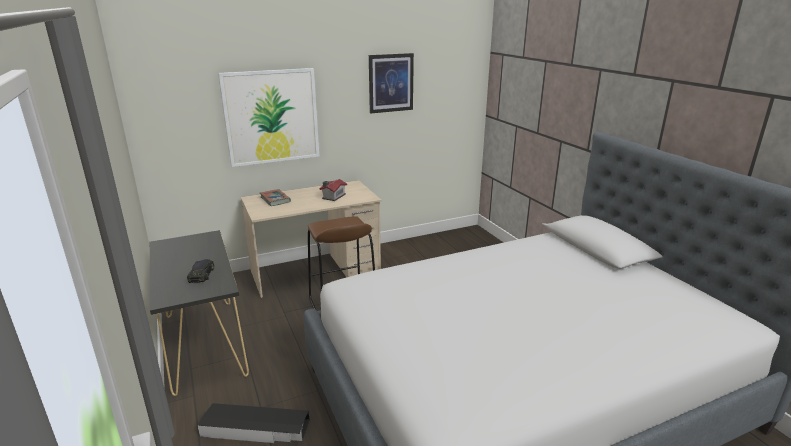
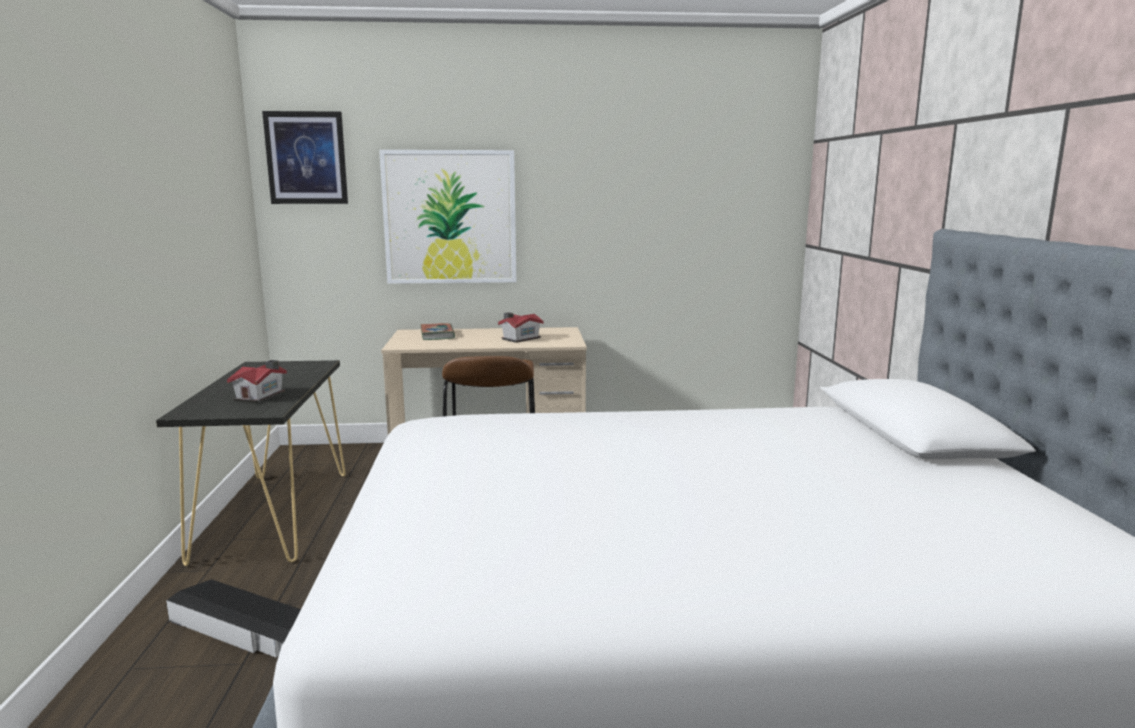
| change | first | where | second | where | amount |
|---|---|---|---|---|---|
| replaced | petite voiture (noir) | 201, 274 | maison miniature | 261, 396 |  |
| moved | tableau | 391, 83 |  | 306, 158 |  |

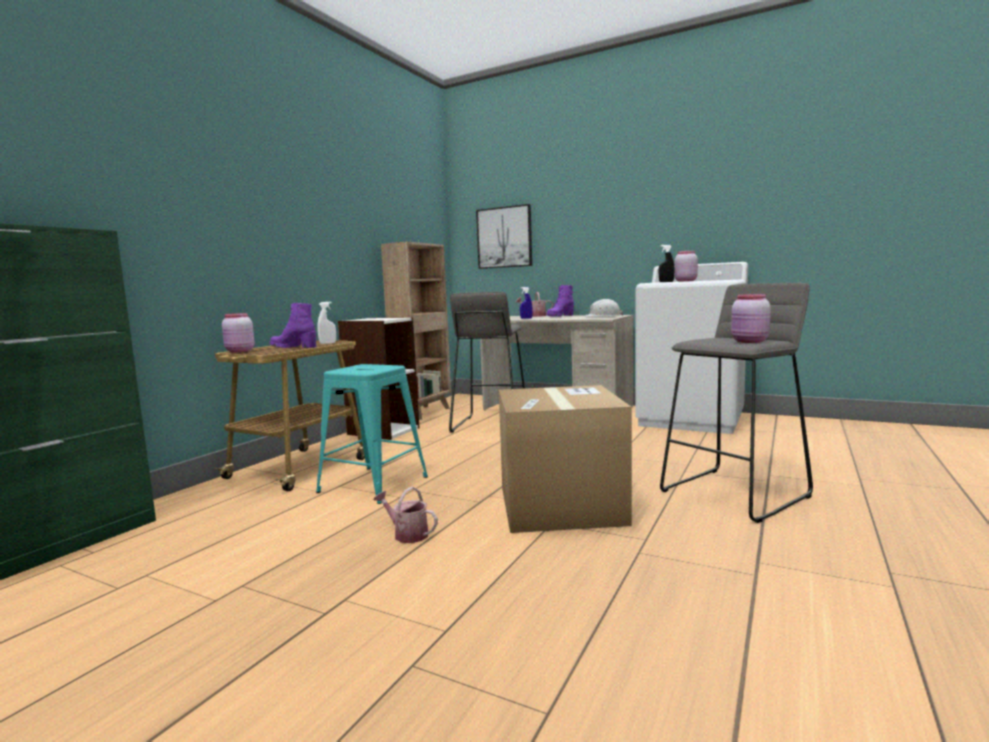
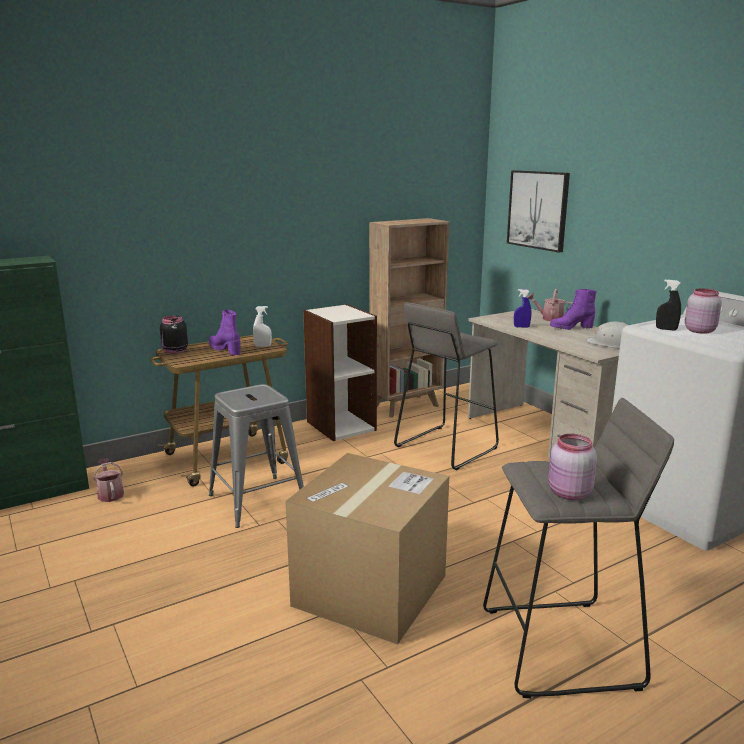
| change | first | where | second | where | amount |
|---|---|---|---|---|---|
| moved | arrosoir | 407, 534 |  | 110, 494 |  |
| recoloured | bocal (rose) | 239, 351 | bocal (noir) | 174, 351 |  |
| recoloured | tabouret (turquoise) | 374, 484 | tabouret (gris) | 258, 501 |  |

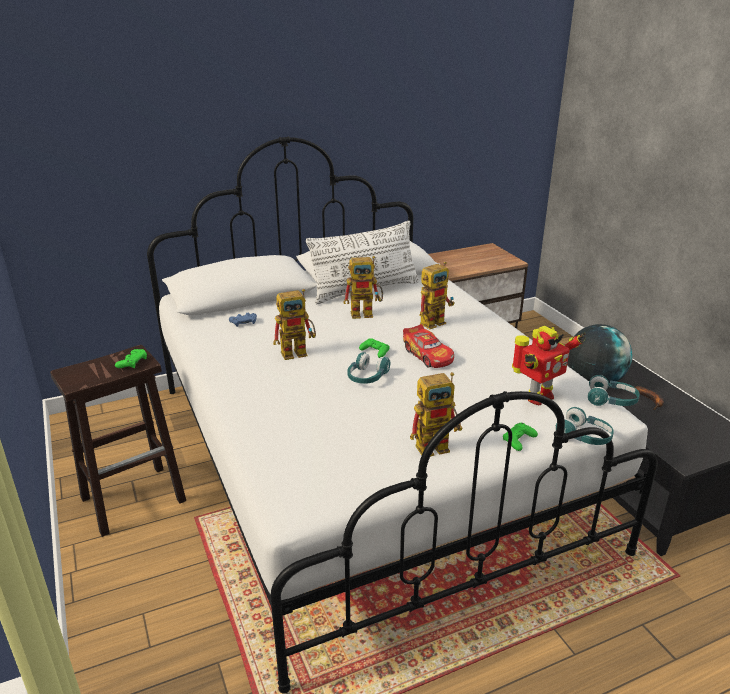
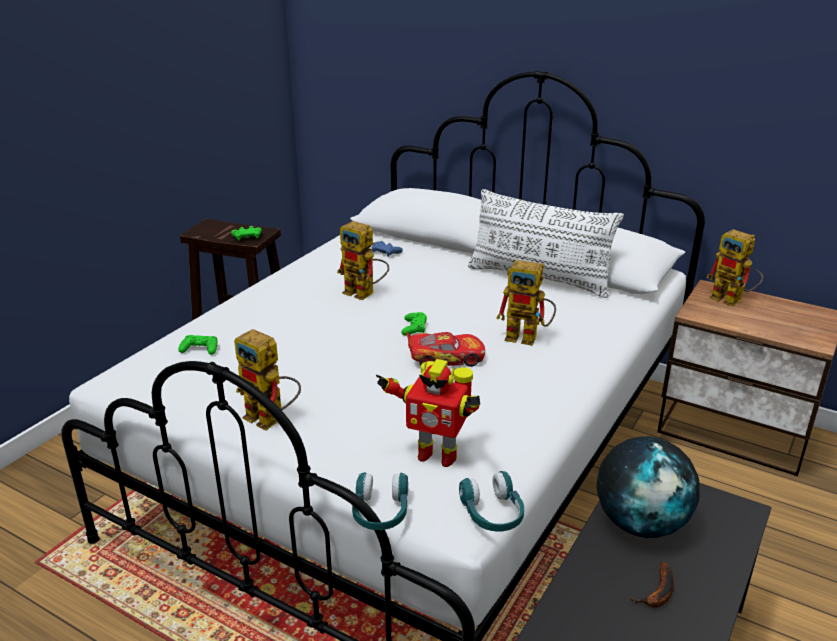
| change | first | where | second | where | amount |
|---|---|---|---|---|---|
| moved | manette (vert) | 518, 440 |  | 200, 349 |  |
| turned | petite voiture | 428, 355 |  | 445, 358 | 120 degrees counterclockwise |
| moved | robot jouet | 366, 313 |  | 732, 300 |  |
| removed | casque audio (turquoise) | 367, 377 |  |  |  |

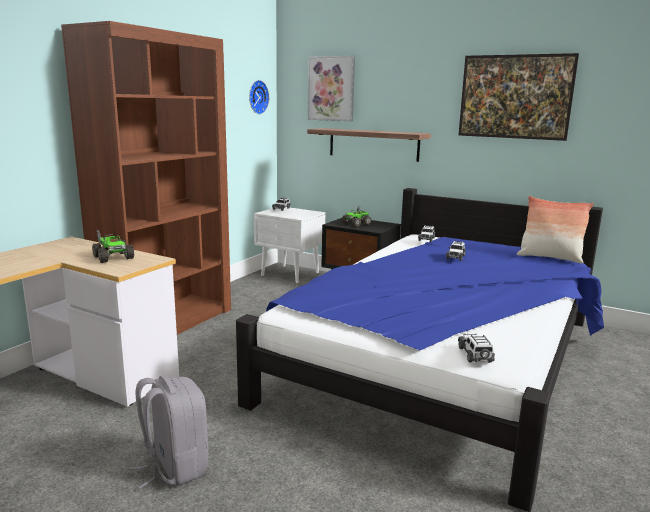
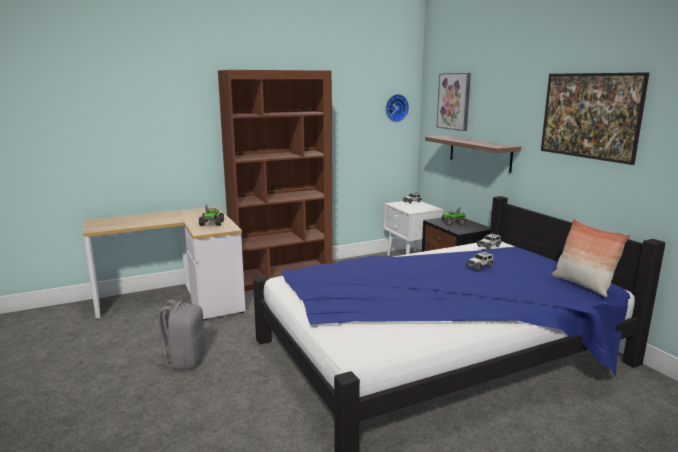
| change | first | where | second | where | amount |
|---|---|---|---|---|---|
| removed | petite voiture | 475, 355 |  |  |  |

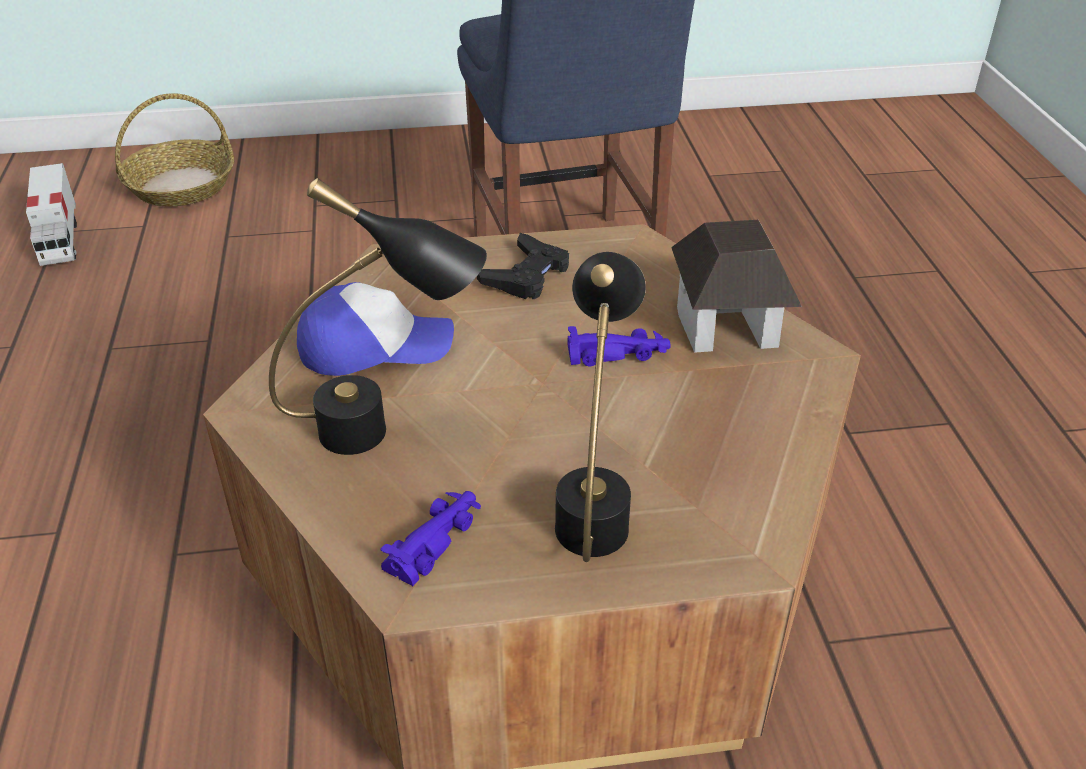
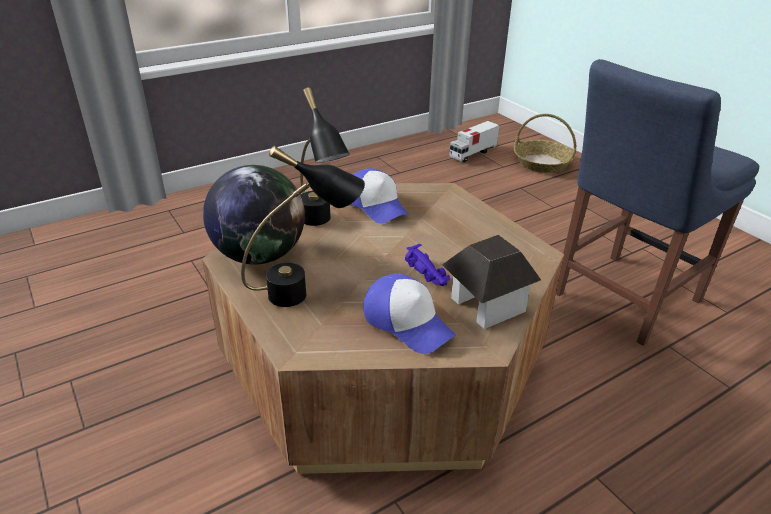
| change | first | where | second | where | amount |
|---|---|---|---|---|---|
| replaced | petite voiture (violet) | 435, 540 | globe | 259, 255 |  |
| added |  |  | casquette | 407, 322 |  |
| removed | manette (noir) | 526, 275 |  |  |  |

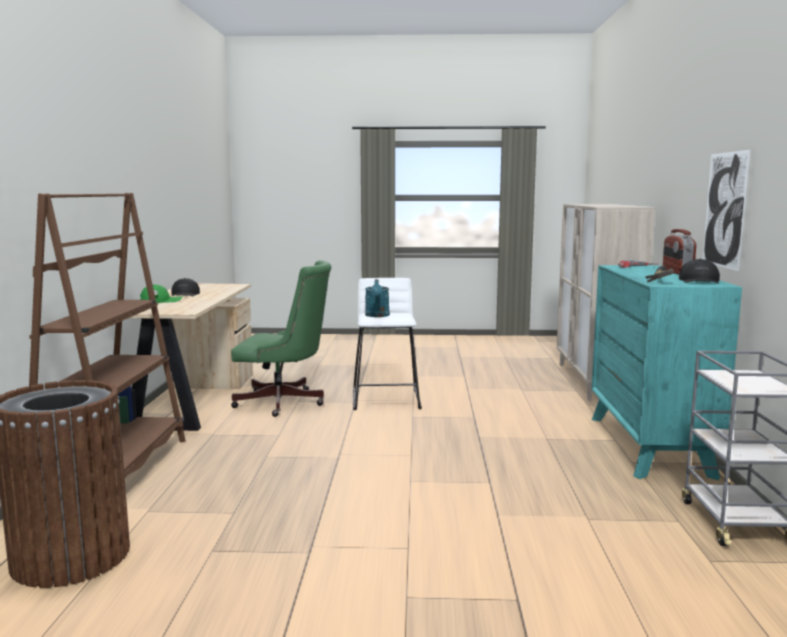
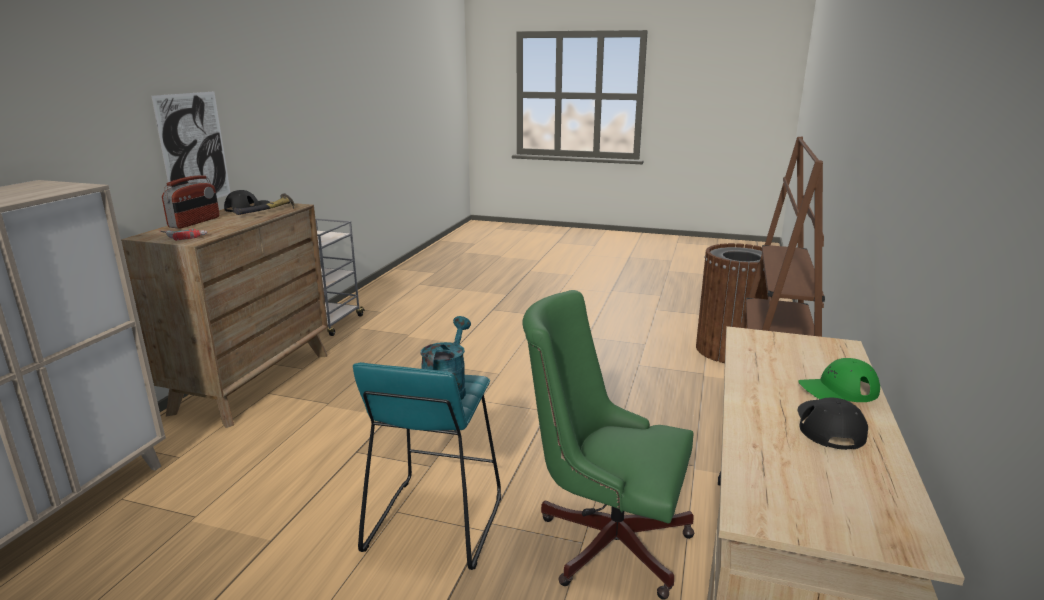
| change | first | where | second | where | amount |
|---|---|---|---|---|---|
| recoloured | commode (turquoise) | 649, 445 | commode (marron) | 253, 382 |  |
| recoloured | tabouret (blanc) | 387, 399 | tabouret (turquoise) | 434, 522 |  |

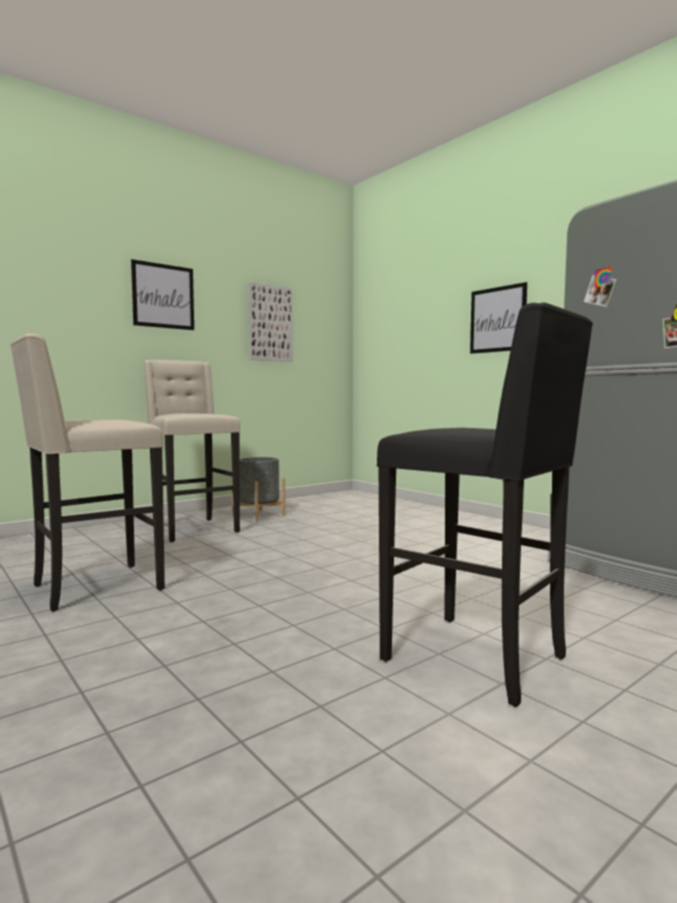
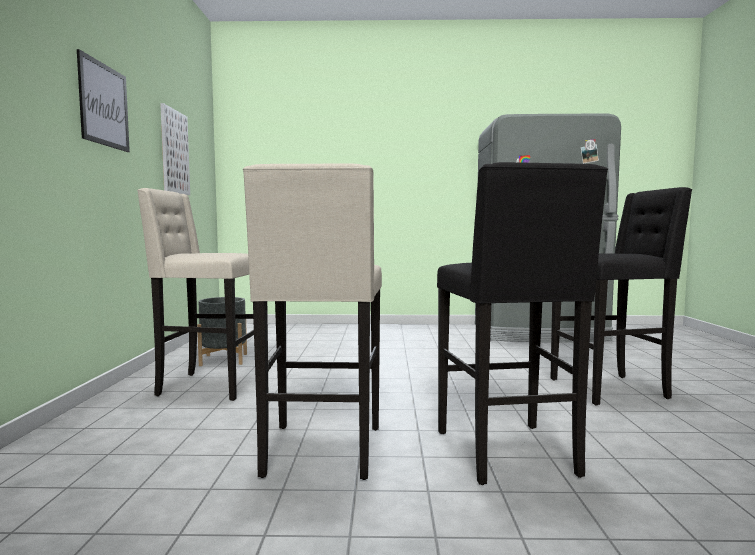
| change | first | where | second | where | amount |
|---|---|---|---|---|---|
| added |  |  | tabouret (noir) | 508, 454 |  |
| removed | tableau | 497, 319 |  |  |  |

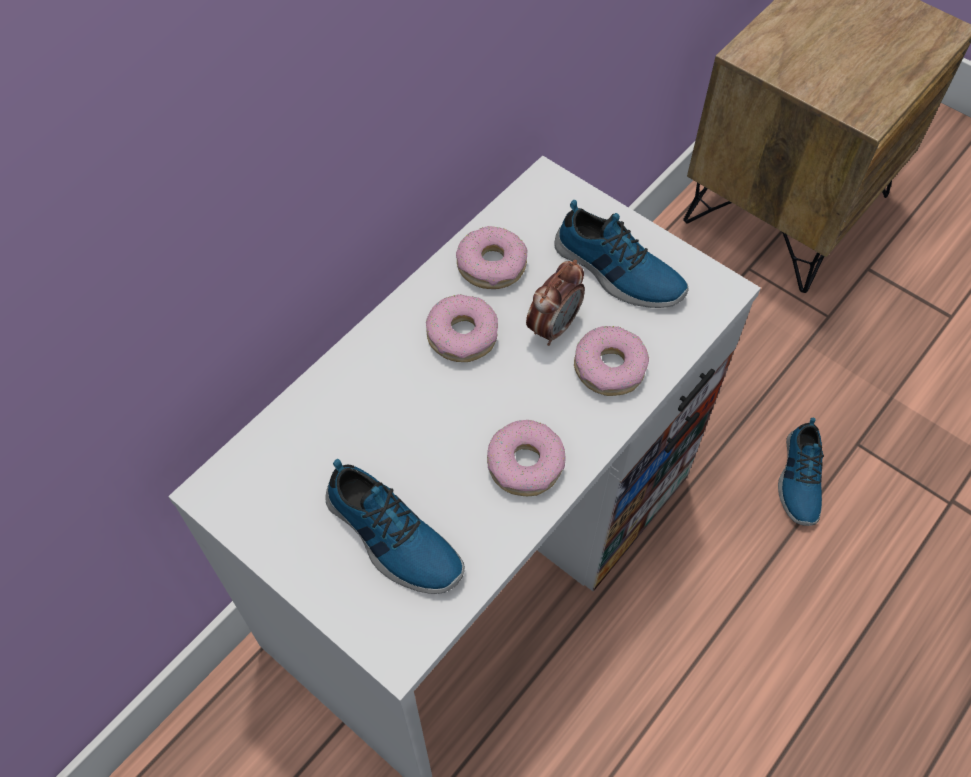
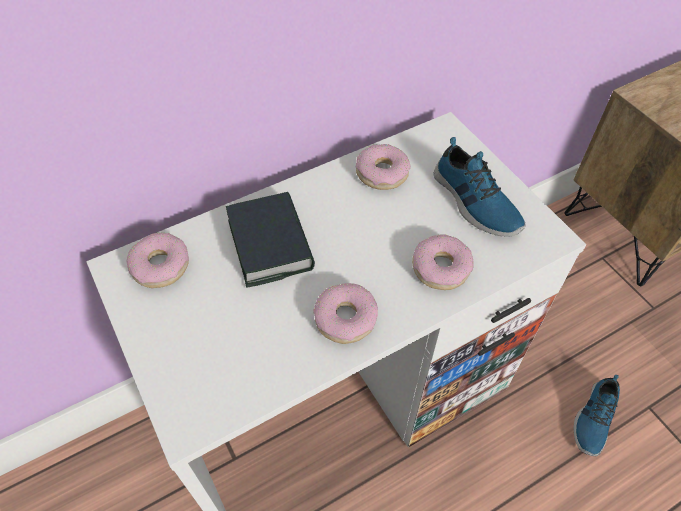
| change | first | where | second | where | amount |
|---|---|---|---|---|---|
| moved | beignet | 462, 335 |  | 160, 266 |  |
| added |  |  | livre | 270, 244 |  |
| removed | chaussure | 391, 538 |  |  |  |
| removed | réveil | 553, 327 |  |  |  |

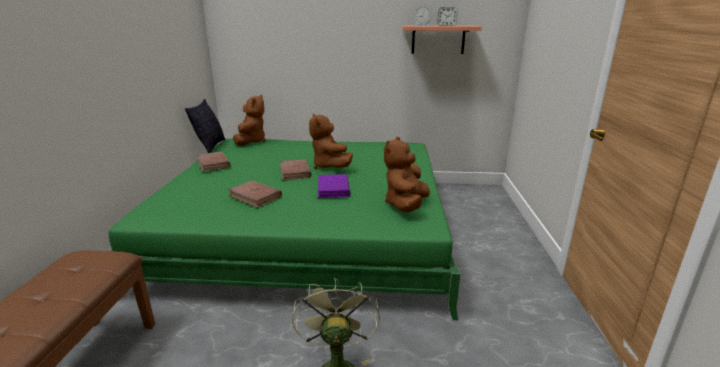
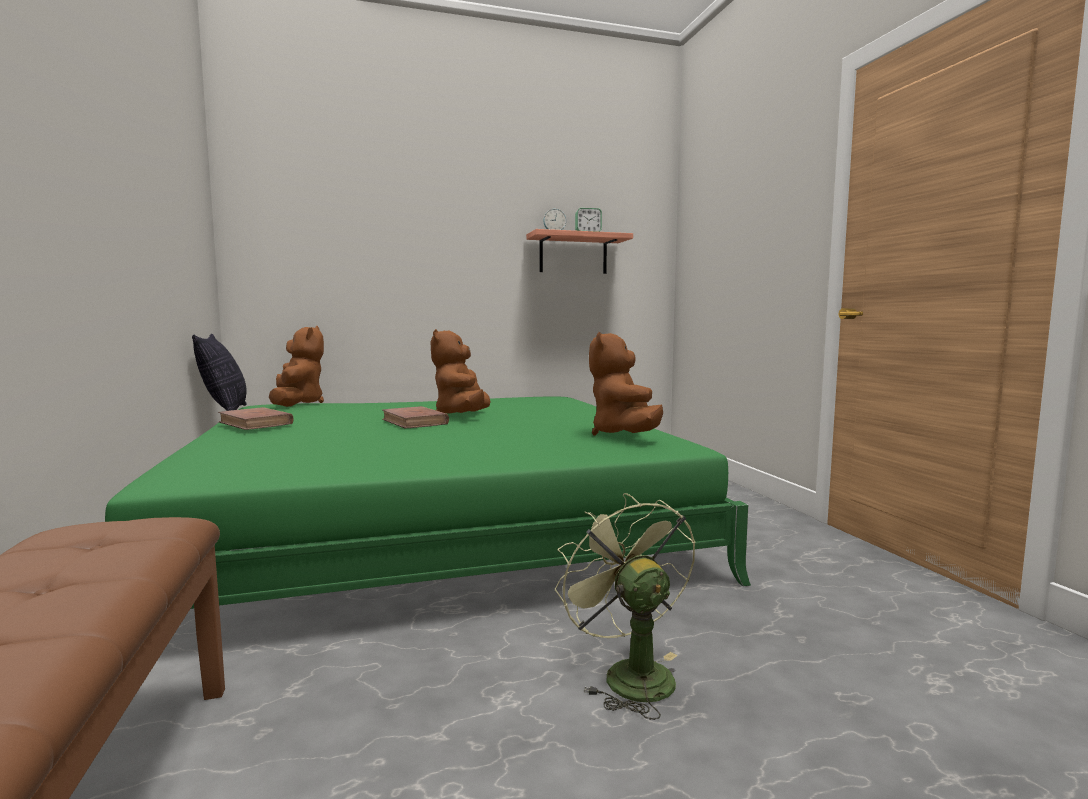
| change | first | where | second | where | amount |
|---|---|---|---|---|---|
| turned | peluche (marron) | 330, 166 |  | 462, 416 | 45 degrees clockwise |
| removed | livre (marron) | 255, 196 |  |  |  |
| removed | livre (violet) | 333, 189 |  |  |  |

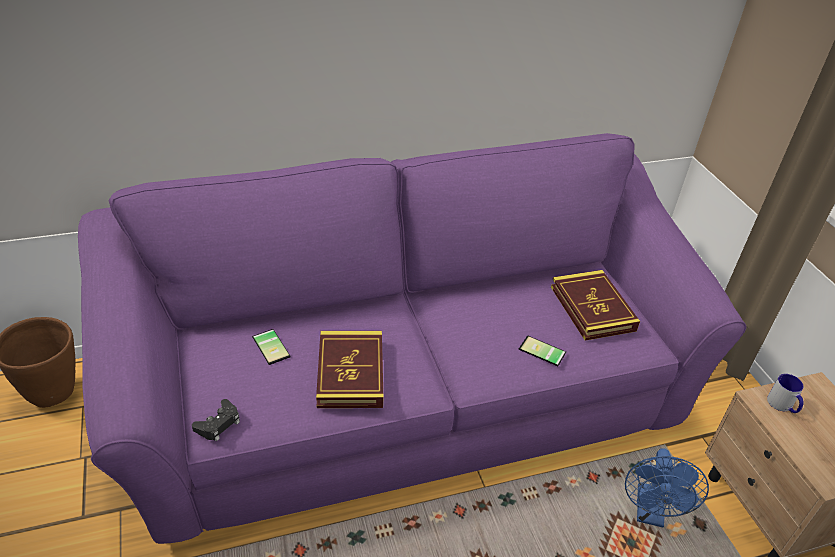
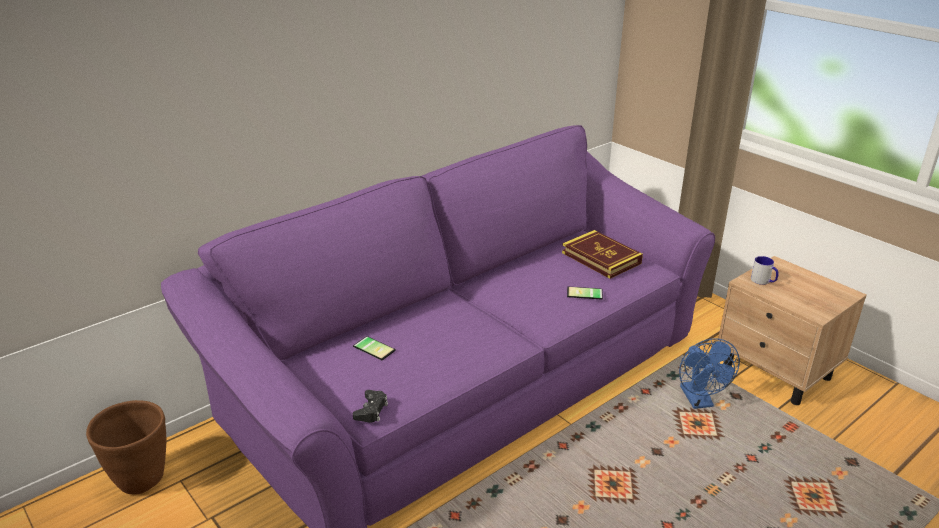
| change | first | where | second | where | amount |
|---|---|---|---|---|---|
| removed | livre | 350, 373 |  |  |  |

